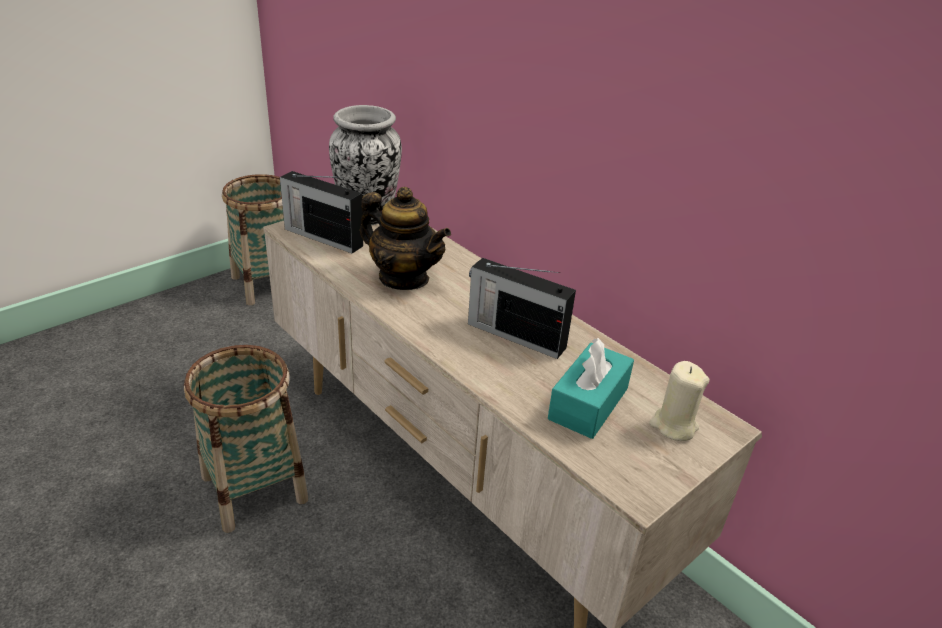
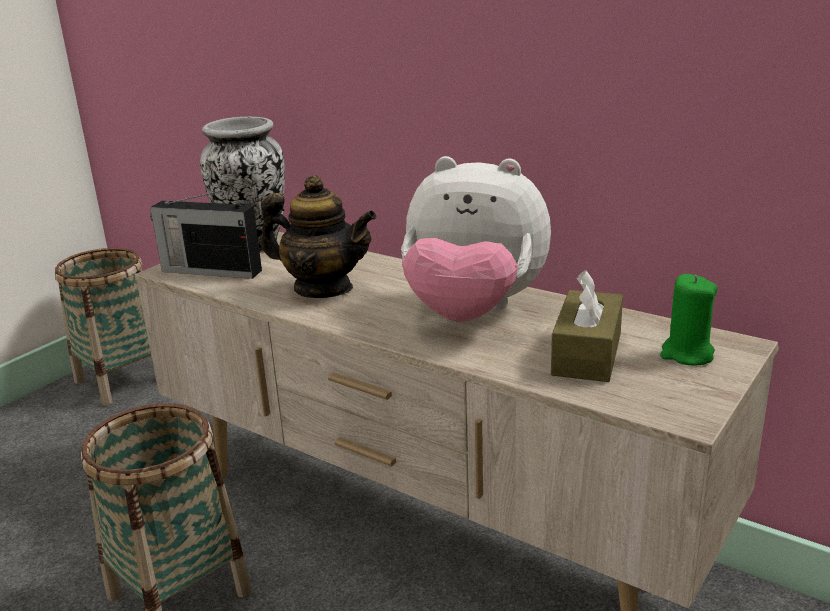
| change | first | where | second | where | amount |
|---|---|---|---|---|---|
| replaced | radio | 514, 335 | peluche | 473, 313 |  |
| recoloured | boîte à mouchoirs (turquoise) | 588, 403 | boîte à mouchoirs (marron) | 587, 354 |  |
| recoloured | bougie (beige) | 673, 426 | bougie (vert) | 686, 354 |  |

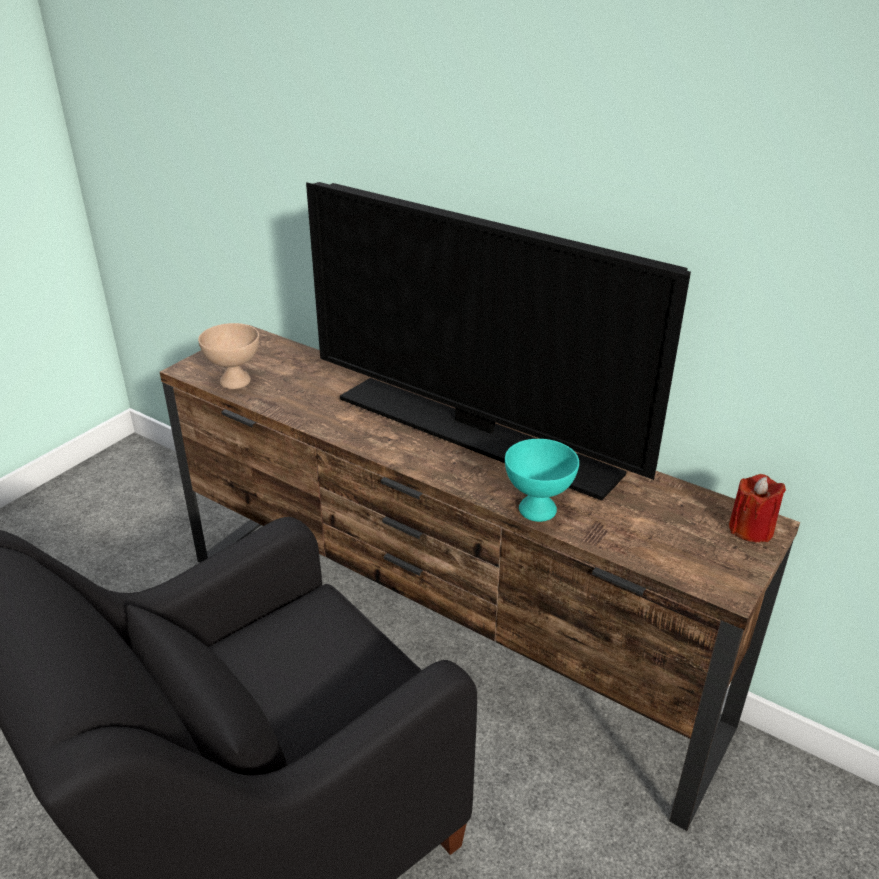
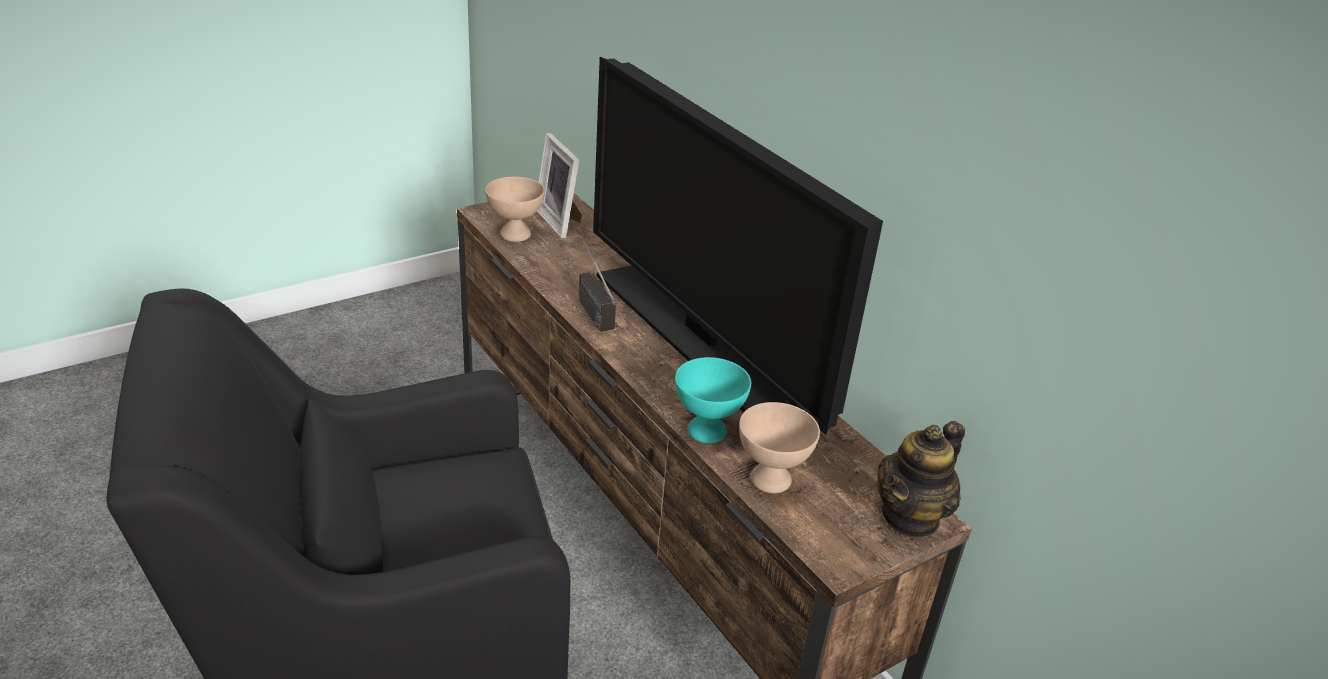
| change | first | where | second | where | amount |
|---|---|---|---|---|---|
| added |  |  | cadre photo | 561, 221 |  |
| added |  |  | radio | 588, 306 |  |
| added |  |  | bol (beige) | 772, 479 |  |
| replaced | bougie (rouge) | 751, 529 | théière | 910, 517 |  |

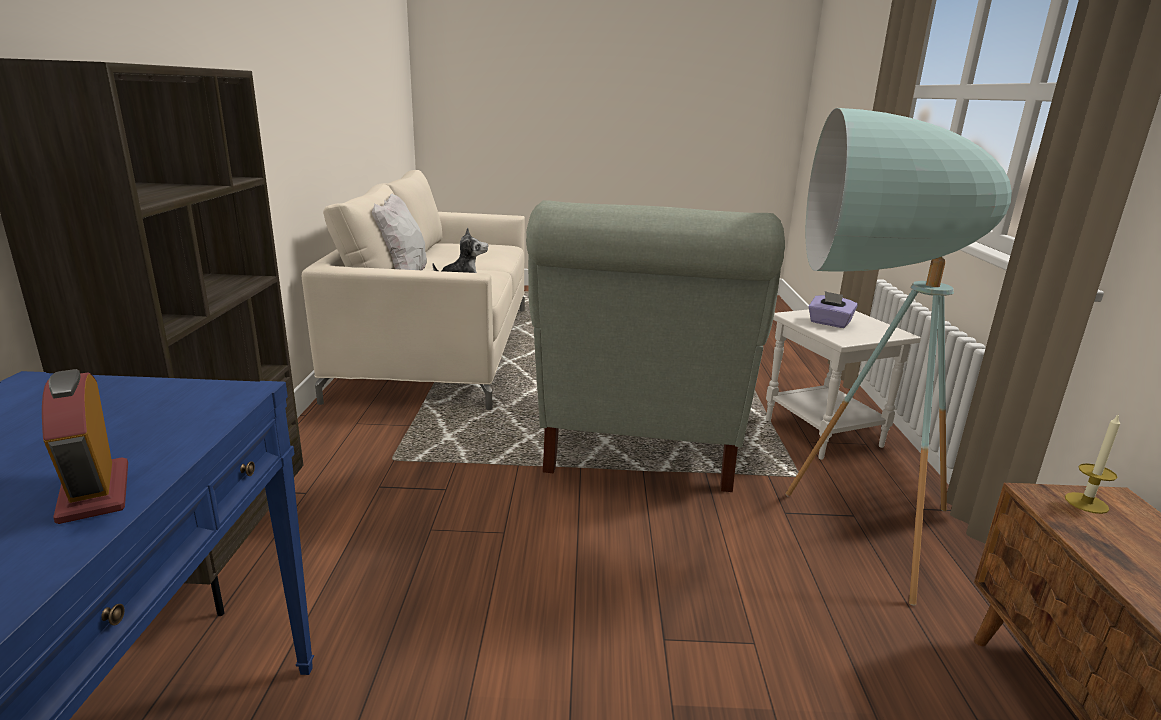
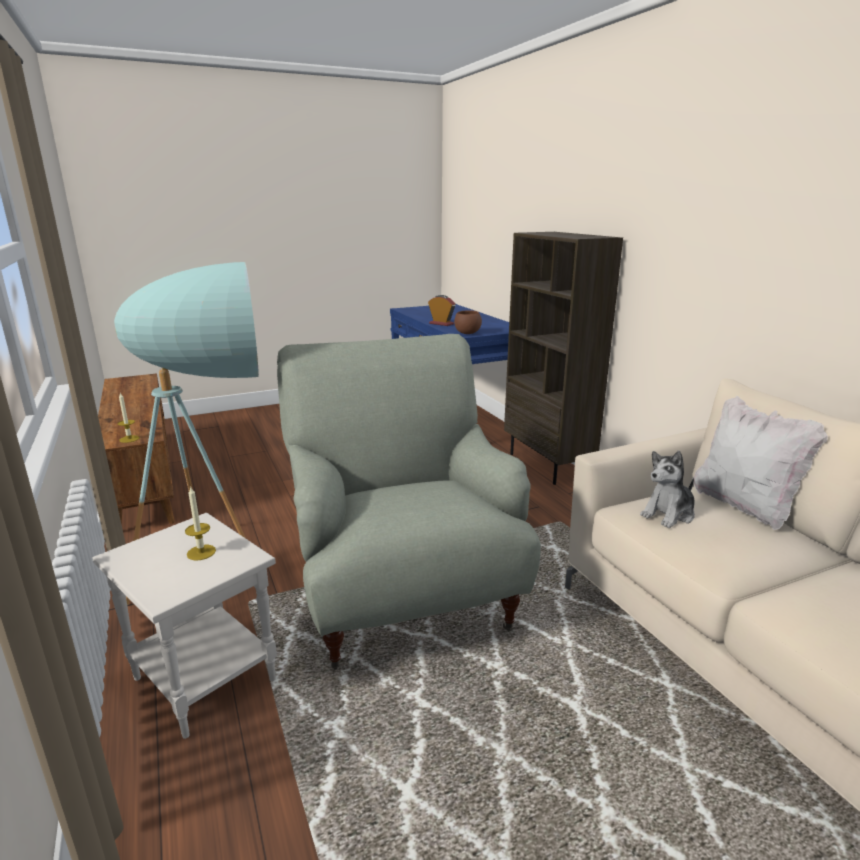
| change | first | where | second | where | amount |
|---|---|---|---|---|---|
| replaced | boîte à mouchoirs (violet) | 829, 323 | bougie | 201, 552 |  |
| added |  |  | bol (marron) | 467, 333 |  |

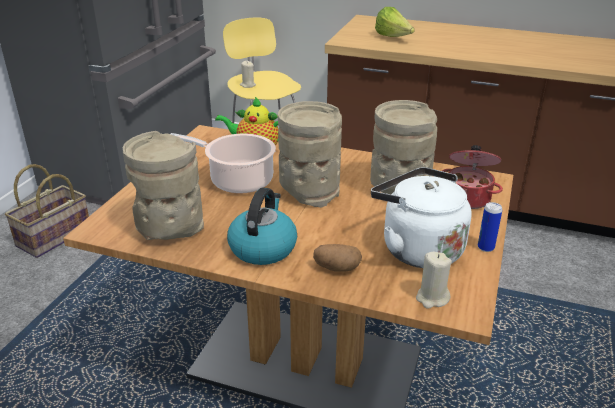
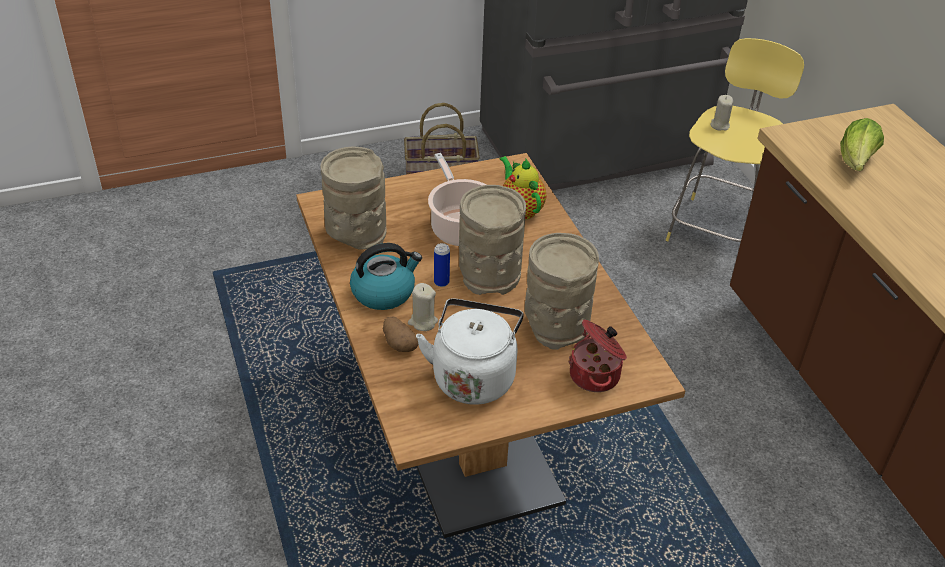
| change | first | where | second | where | amount |
|---|---|---|---|---|---|
| moved | bougie (beige) | 432, 298 |  | 422, 322 |  |
| moved | boîte métallique | 485, 247 |  | 441, 282 |  |

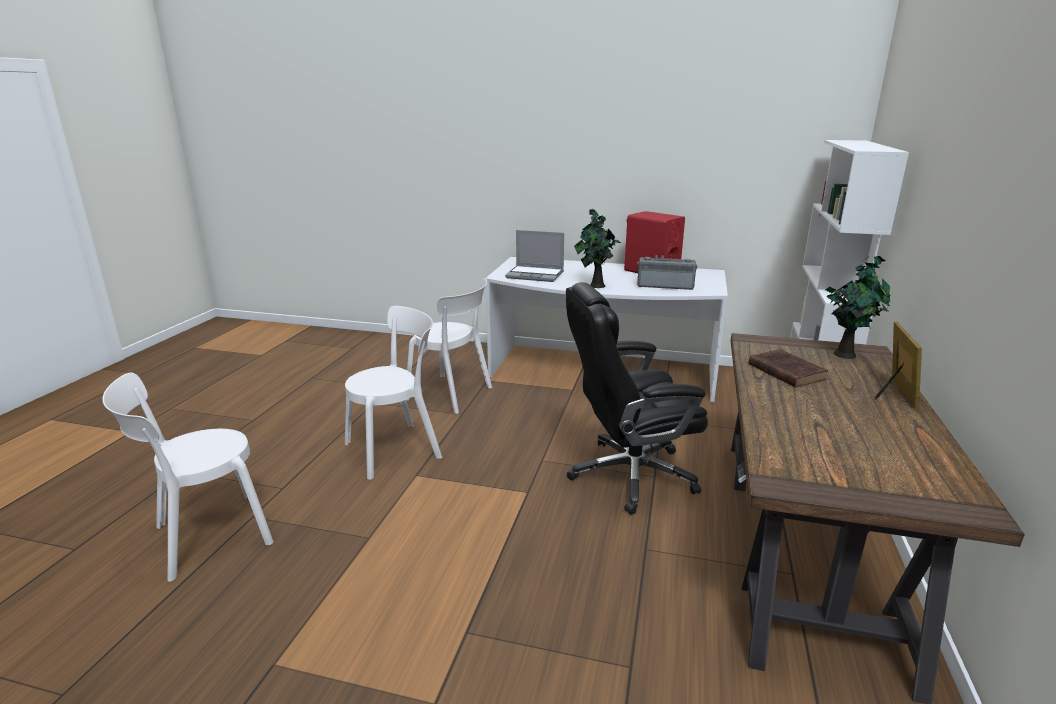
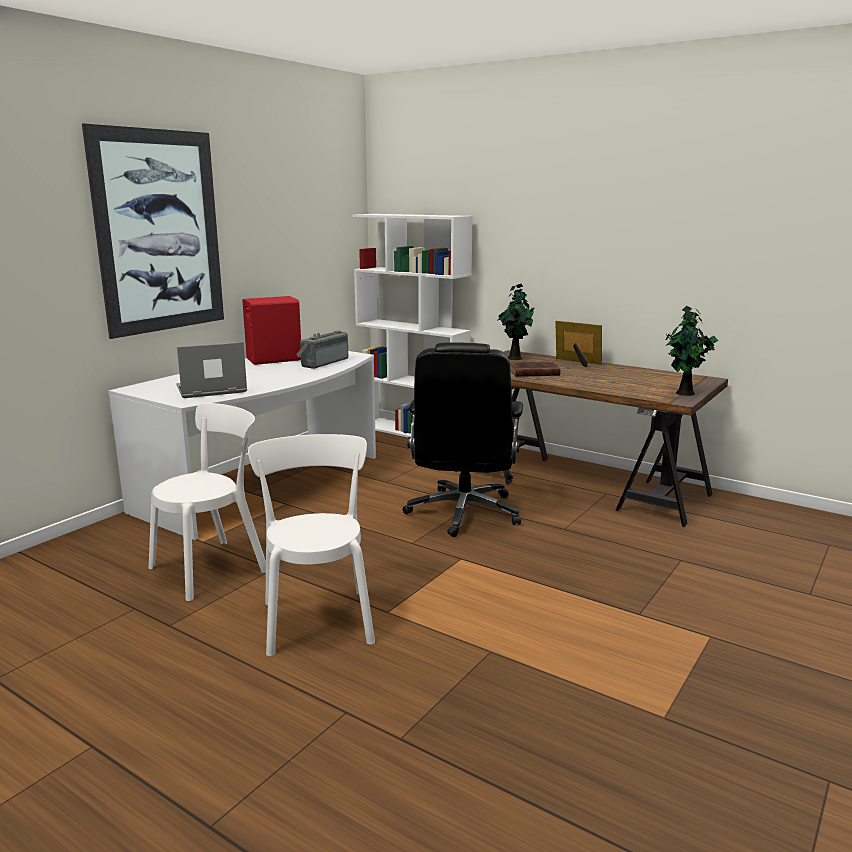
| change | first | where | second | where | amount |
|---|---|---|---|---|---|
| added |  |  | tableau | 159, 232 |  |
| turned | ordinateur portable | 536, 275 |  | 210, 390 | 150 degrees counterclockwise |
| moved | plante en pot | 595, 285 |  | 685, 393 |  |
| removed | chaise (blanc) | 206, 537 |  |  |  |

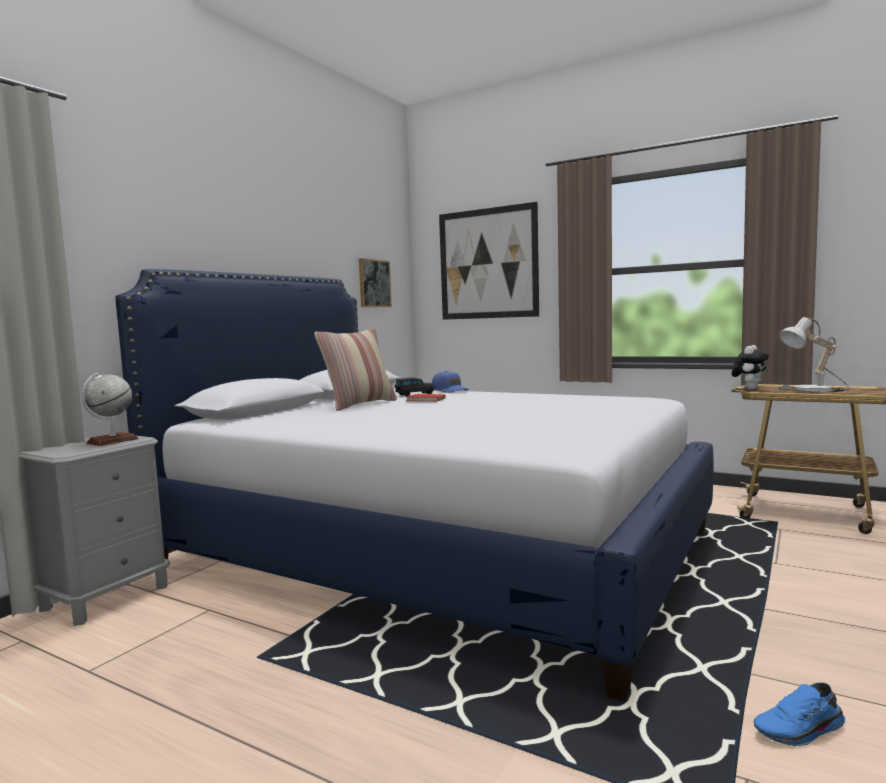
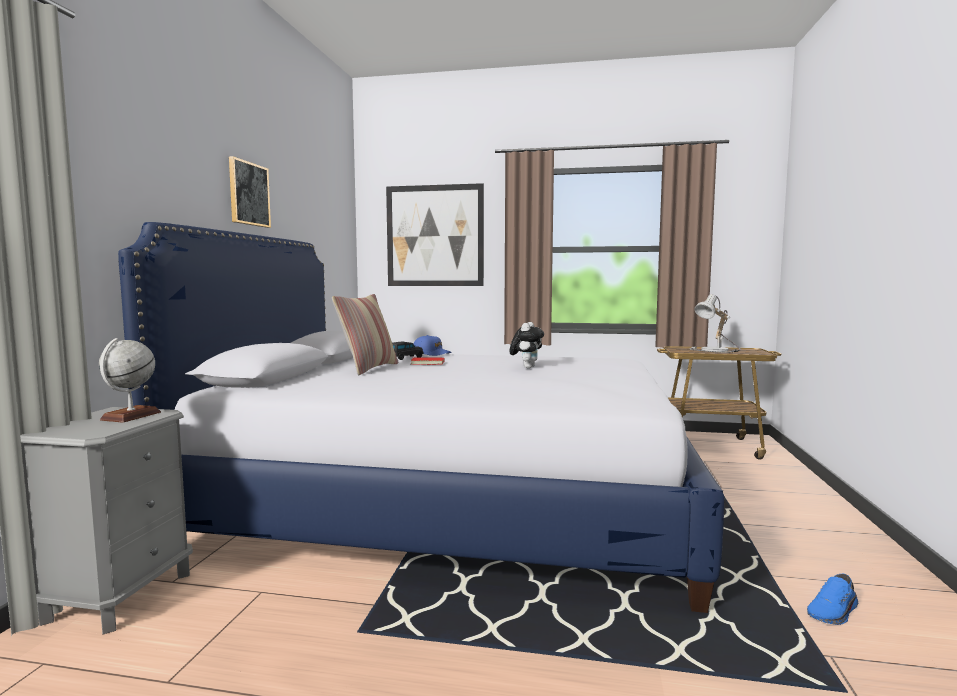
| change | first | where | second | where | amount |
|---|---|---|---|---|---|
| moved | tableau | 374, 283 |  | 249, 194 |  |
| moved | peluche | 749, 389 |  | 526, 367 |  |

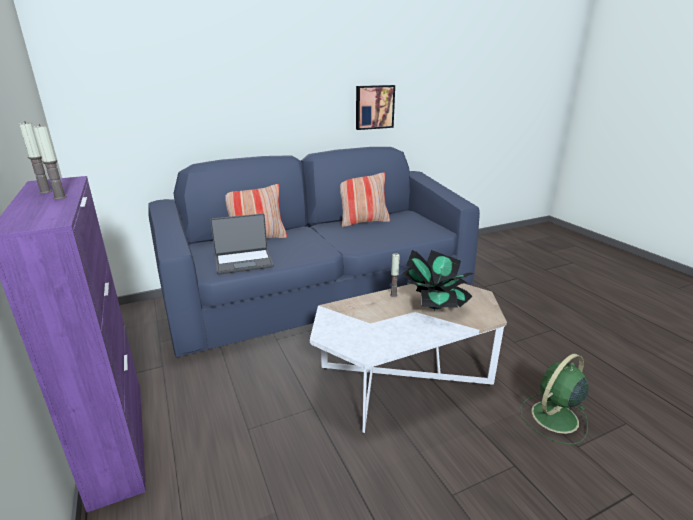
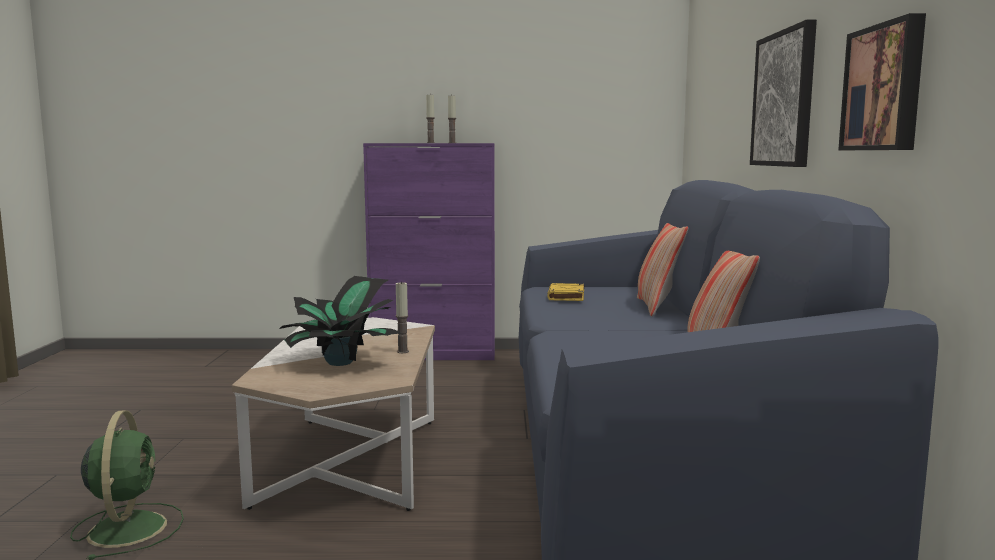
| change | first | where | second | where | amount |
|---|---|---|---|---|---|
| replaced | ordinateur portable | 243, 262 | livre (jaune) | 566, 296 |  |
| added |  |  | tableau | 784, 99 |  |

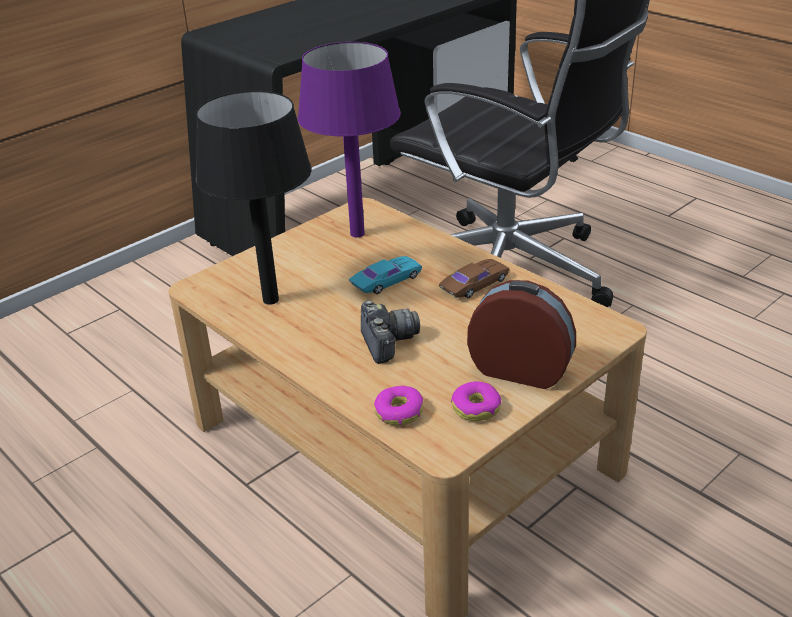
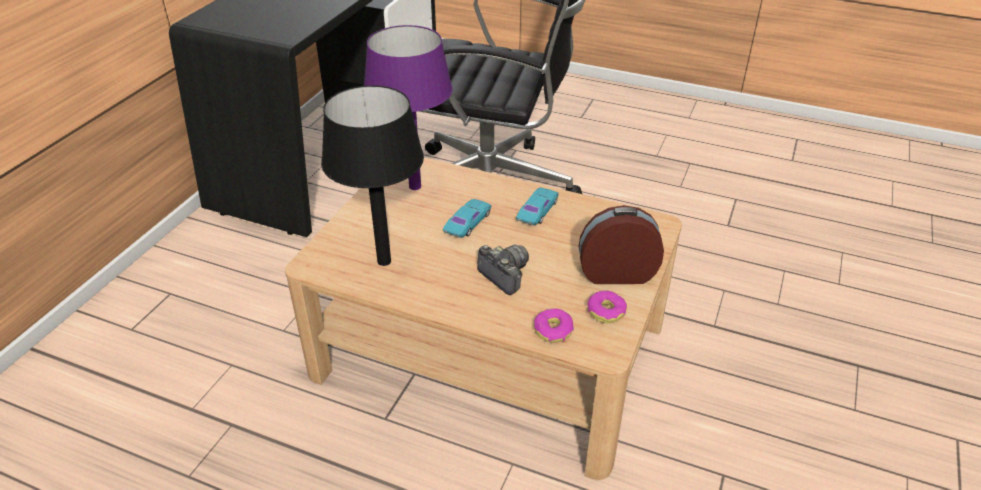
| change | first | where | second | where | amount |
|---|---|---|---|---|---|
| recoloured | petite voiture (marron) | 474, 284 | petite voiture (turquoise) | 537, 211 |  |

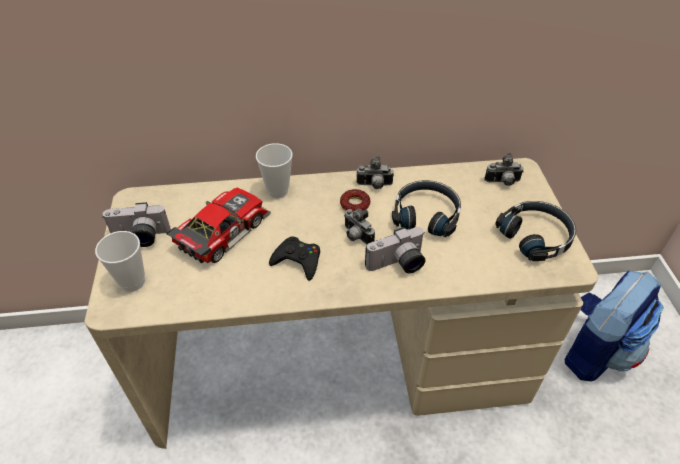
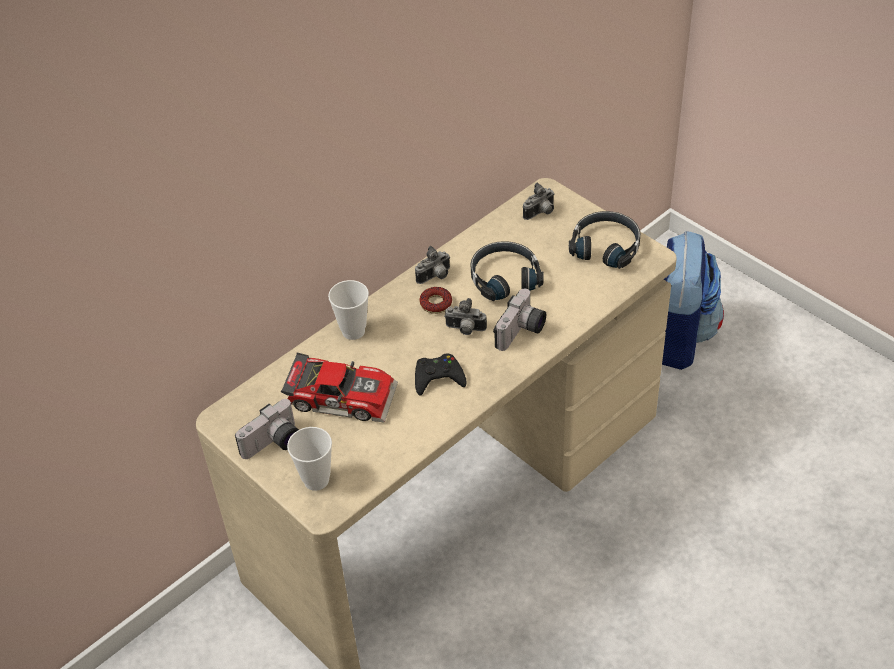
| change | first | where | second | where | amount |
|---|---|---|---|---|---|
| turned | petite voiture | 220, 231 |  | 342, 395 | 105 degrees clockwise |

